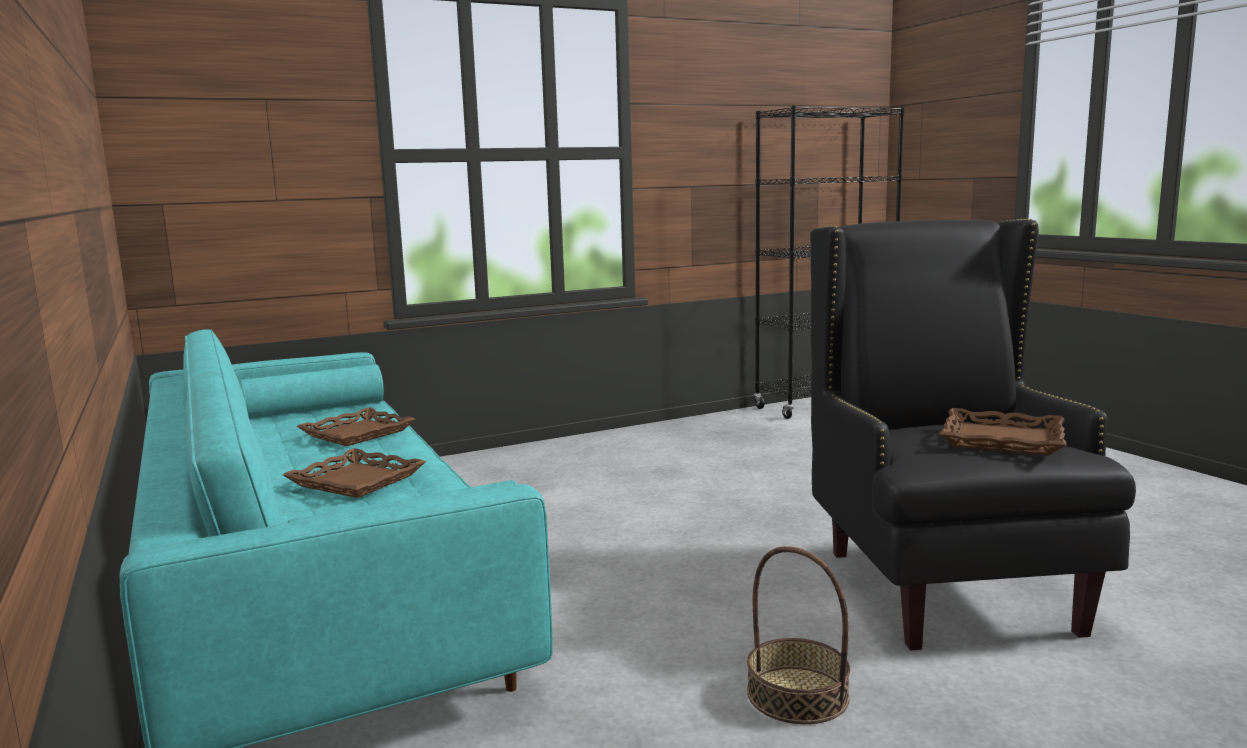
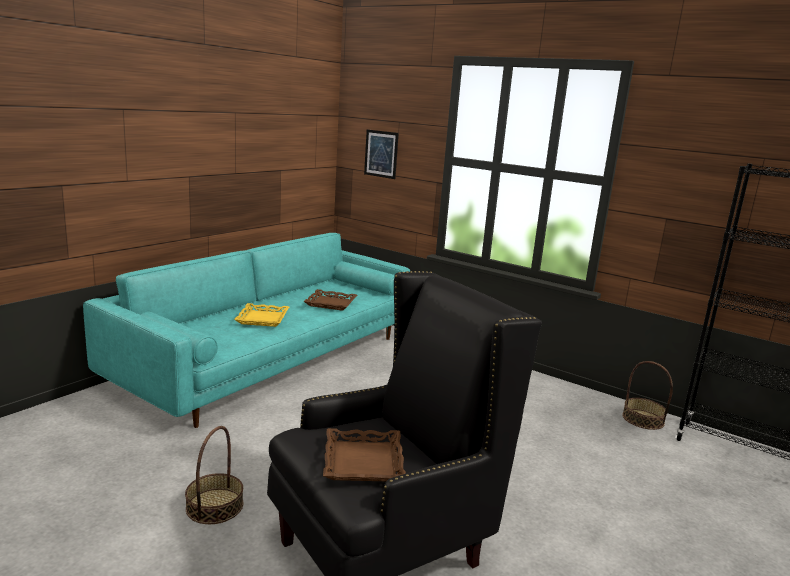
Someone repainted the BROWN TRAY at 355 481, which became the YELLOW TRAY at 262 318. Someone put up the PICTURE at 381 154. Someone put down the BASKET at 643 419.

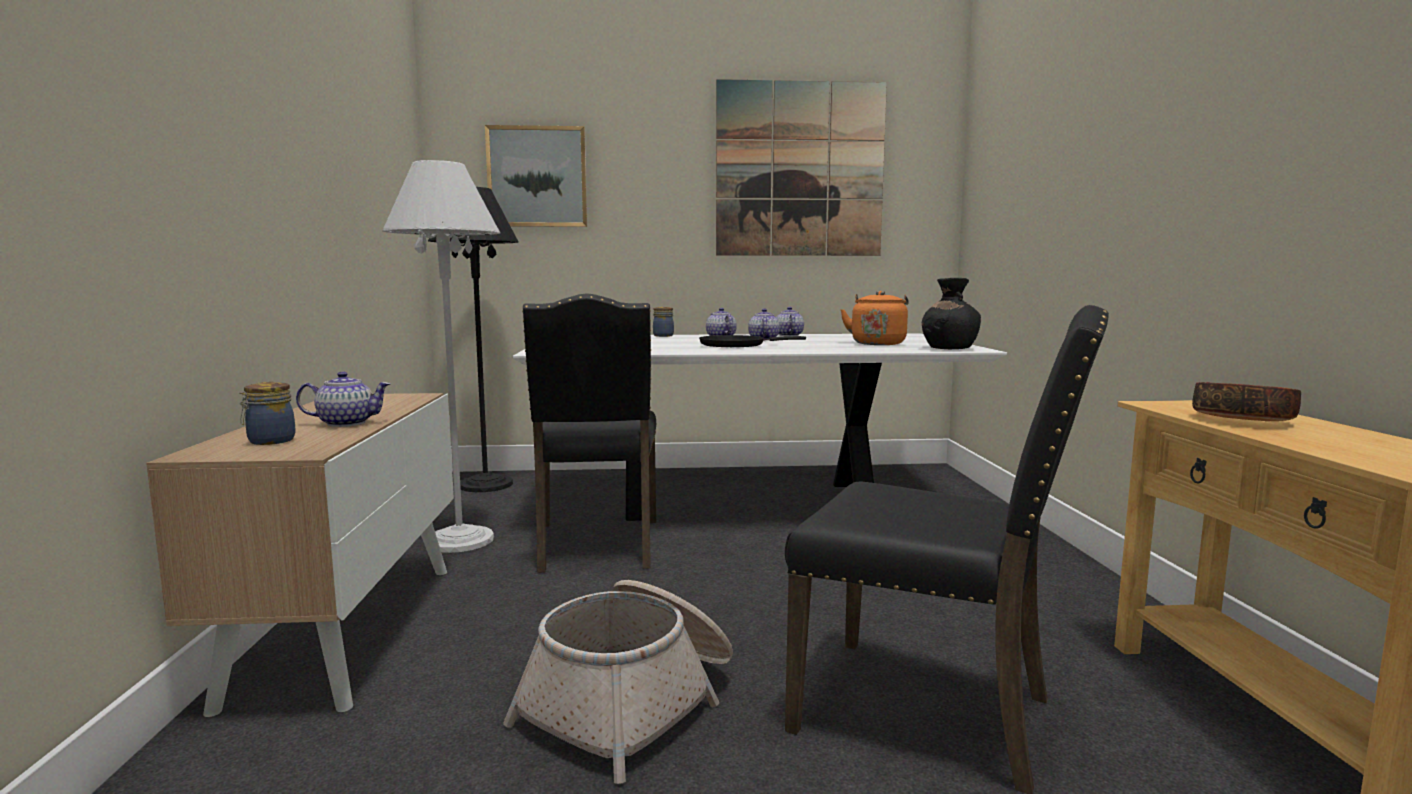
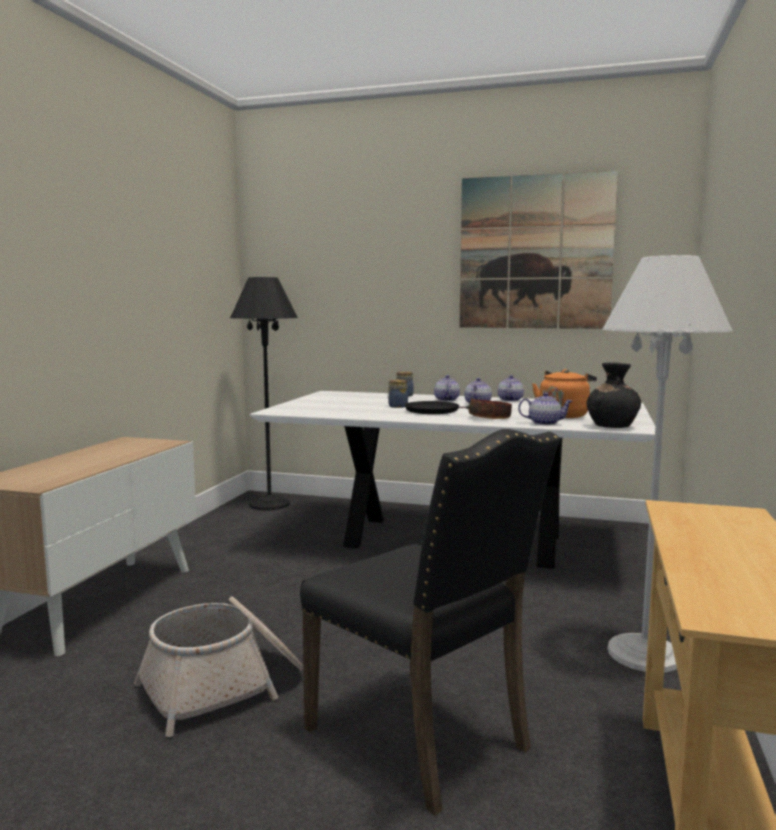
Someone took away the PICTURE at 537 177. Someone carried the WHITE FLOOR LAMP from 460 540 to 644 654. Someone took away the BLACK CHAIR at 597 546. Someone carried the TEAPOT from 346 423 to 544 423. Someone carried the JAR from 269 441 to 397 406. Someone carried the BOWL from 1243 420 to 490 418.

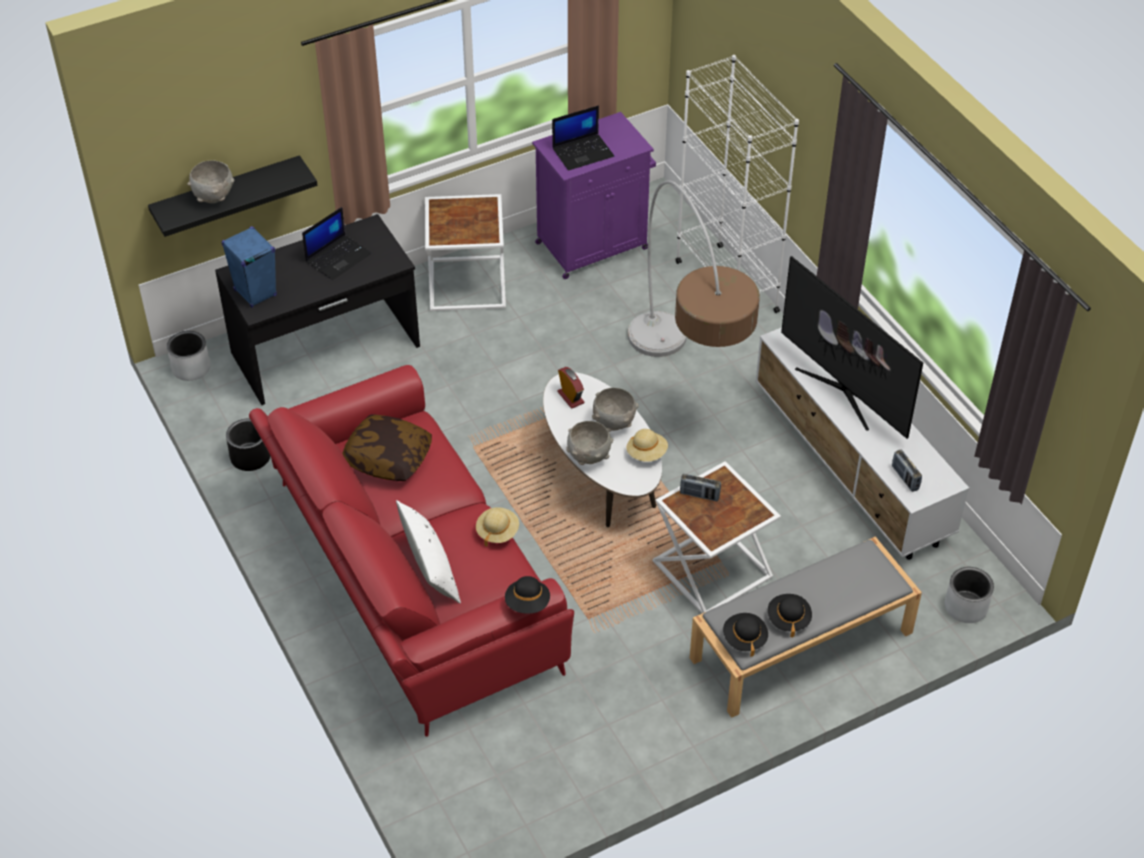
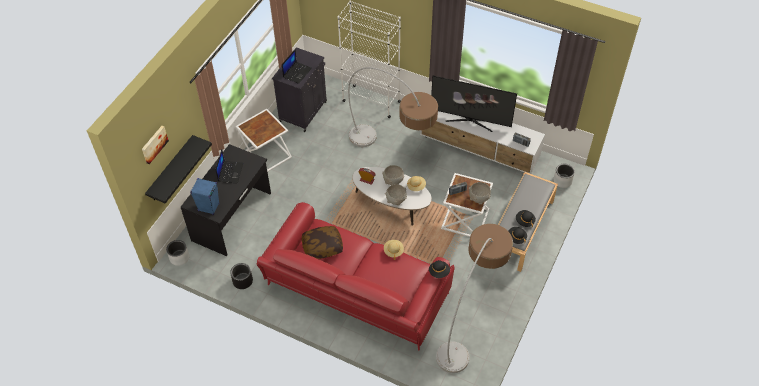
Someone repainted the PURPLE CABINET at 594 245, which became the BLACK CABINET at 303 111. Someone carried the GREY BOWL from 214 197 to 478 199. Someone took away the WHITE PILLOW at 429 566. Someone put up the PICTURE at 154 144. Someone put down the FLOOR LAMP at 470 321.

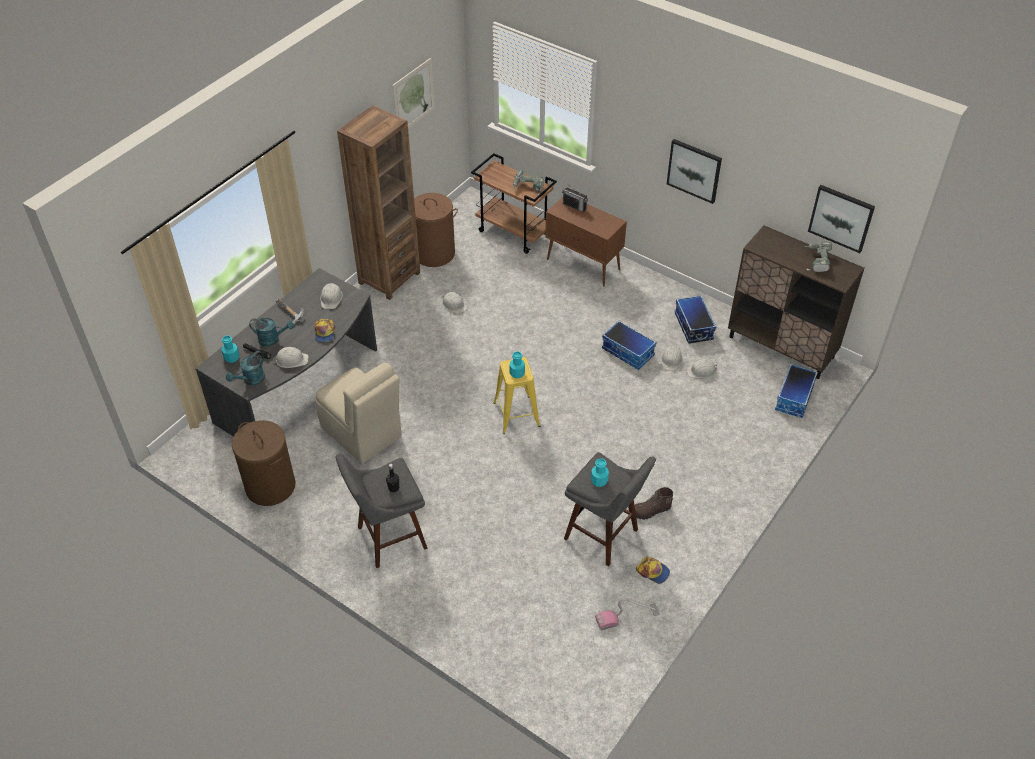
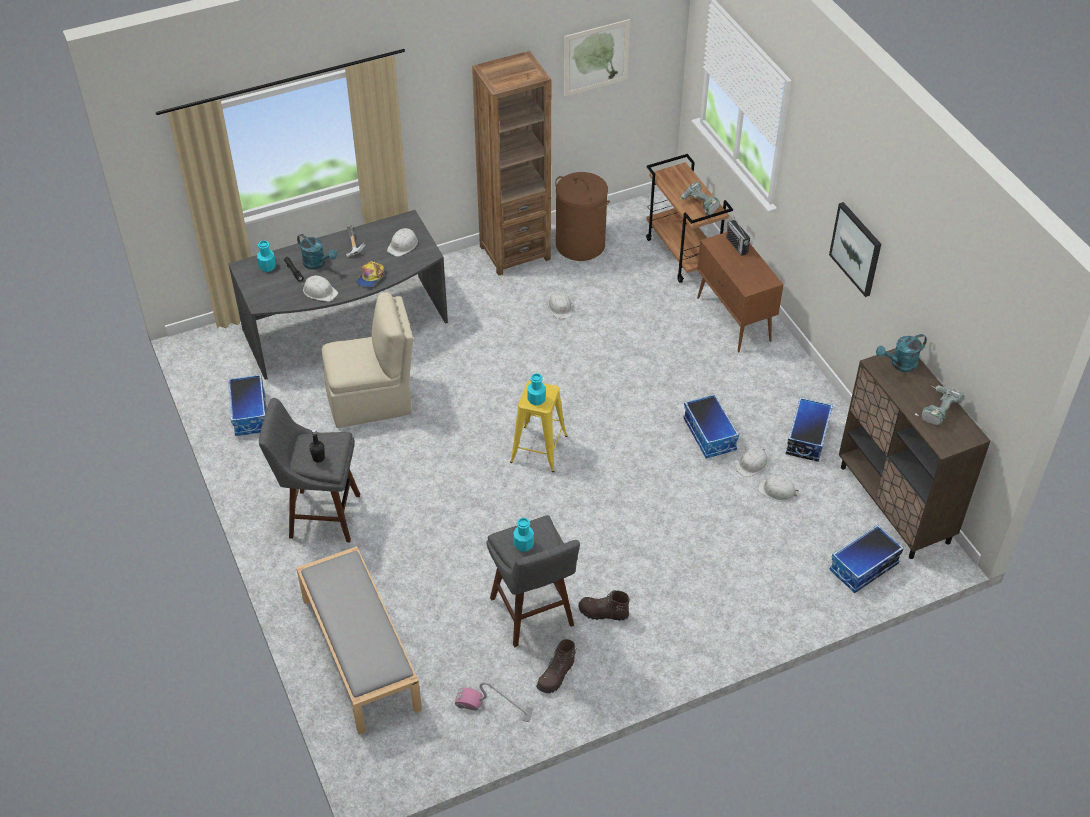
Someone took away the PICTURE at 841 218. Someone carried the TURQUOISE WATERING CAN from 251 380 to 899 365. Someone rotated the BEIGE CHAIR at 362 433 by 90 degrees counterclockwise. Someone swapped the BROWN LAUNDRY BASKET at 270 486 for the STORAGE BOX at 250 414. Someone swapped the CAP at 653 571 for the BROWN BOOT at 556 675. Someone put down the GREY BENCH at 359 652.

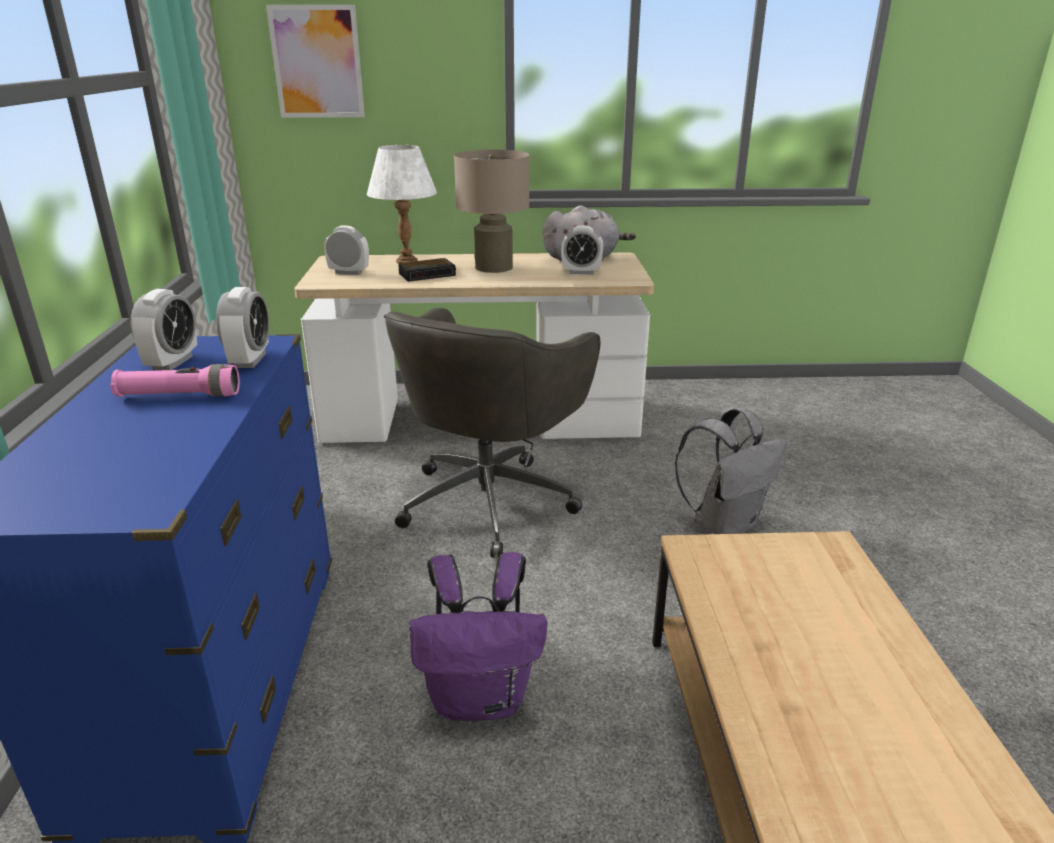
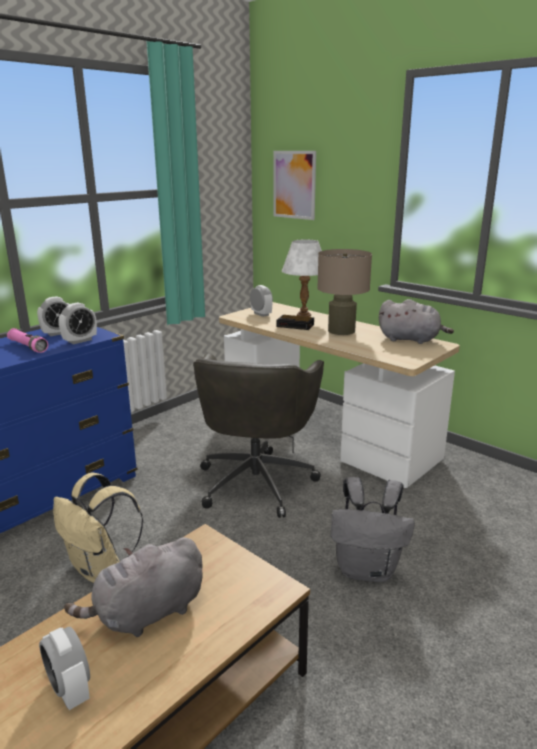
Someone carried the ALARM CLOCK from 581 272 to 70 690. Someone rotated the GREY OFFICE CHAIR at 490 500 by 60 degrees counterclockwise. Someone repainted the PURPLE BACKPACK at 481 698, which became the BEIGE BACKPACK at 100 568. Someone put down the GREY PLUSH TOY at 146 613.

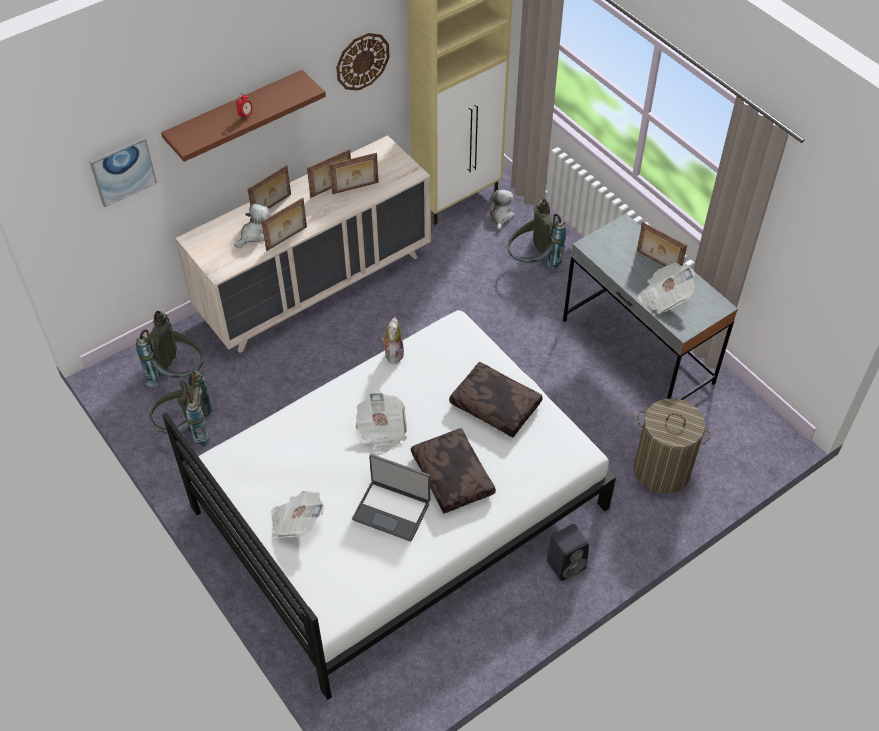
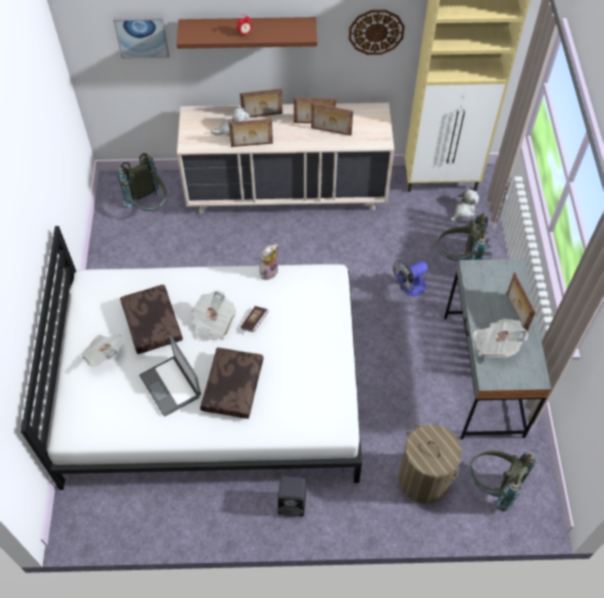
Someone carried the BROWN PILLOW from 494 406 to 151 323. Someone carried the GREY BACKPACK from 186 431 to 493 485. Someone put down the FAN at 409 288. Someone put down the BOOK at 254 322.

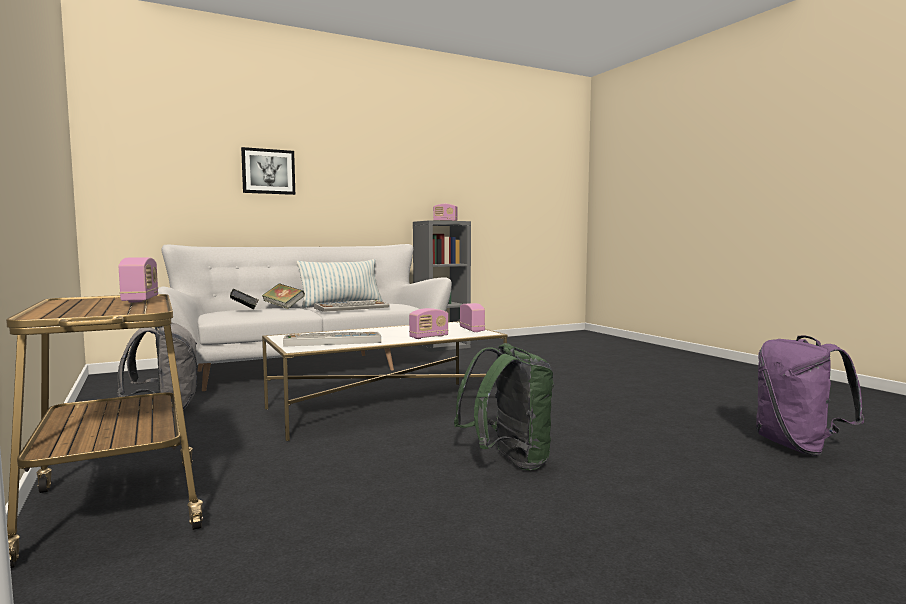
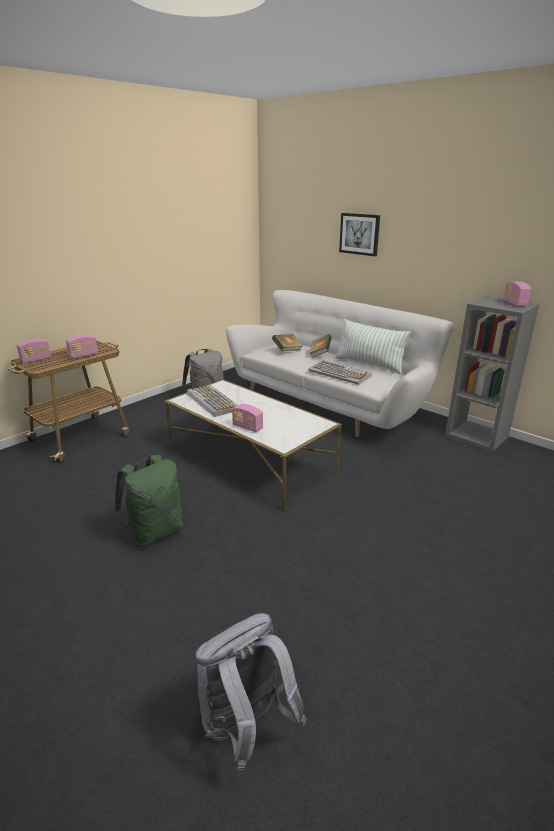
Someone carried the RADIO from 472 330 to 36 360. Someone repainted the PURPLE BACKPACK at 798 447, which became the GREY BACKPACK at 246 728.

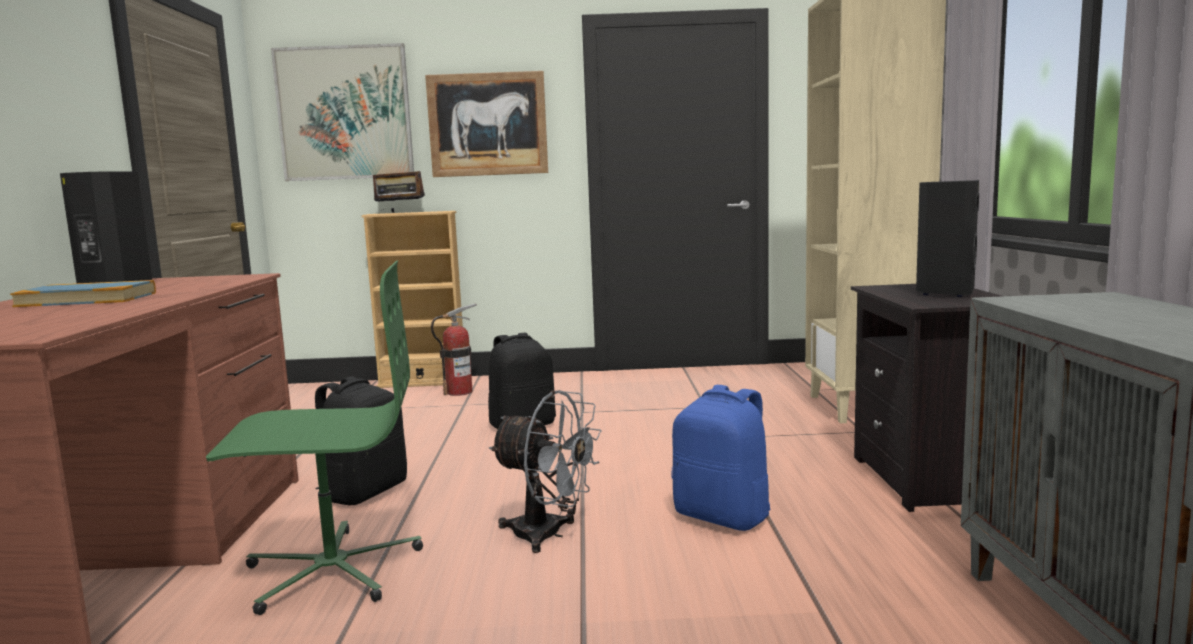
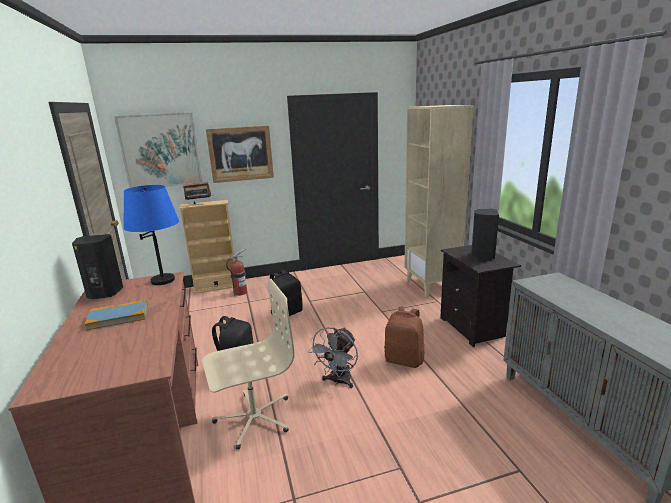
Someone repainted the GREEN OFFICE CHAIR at 331 570, which became the BEIGE OFFICE CHAIR at 254 418. Someone repainted the BLUE BACKPACK at 723 517, which became the BROWN BACKPACK at 404 360. Someone rotated the GREY FAN at 549 535 by 105 degrees clockwise. Someone put down the BLUE TABLE LAMP at 163 280.

